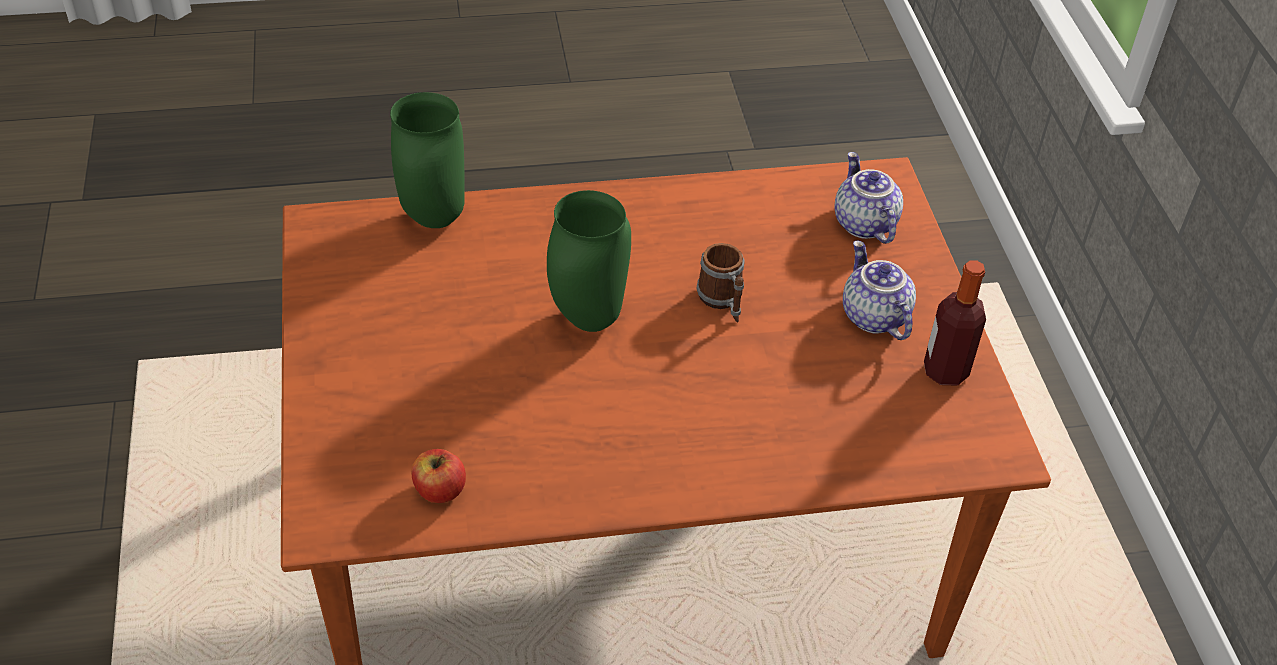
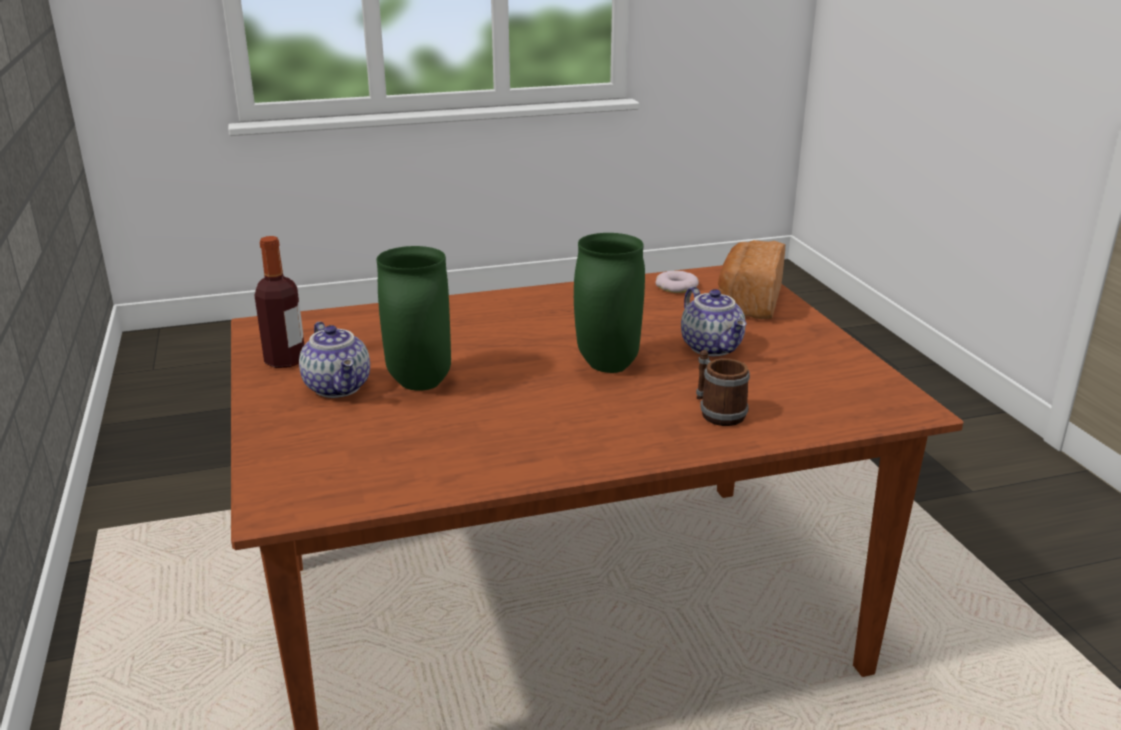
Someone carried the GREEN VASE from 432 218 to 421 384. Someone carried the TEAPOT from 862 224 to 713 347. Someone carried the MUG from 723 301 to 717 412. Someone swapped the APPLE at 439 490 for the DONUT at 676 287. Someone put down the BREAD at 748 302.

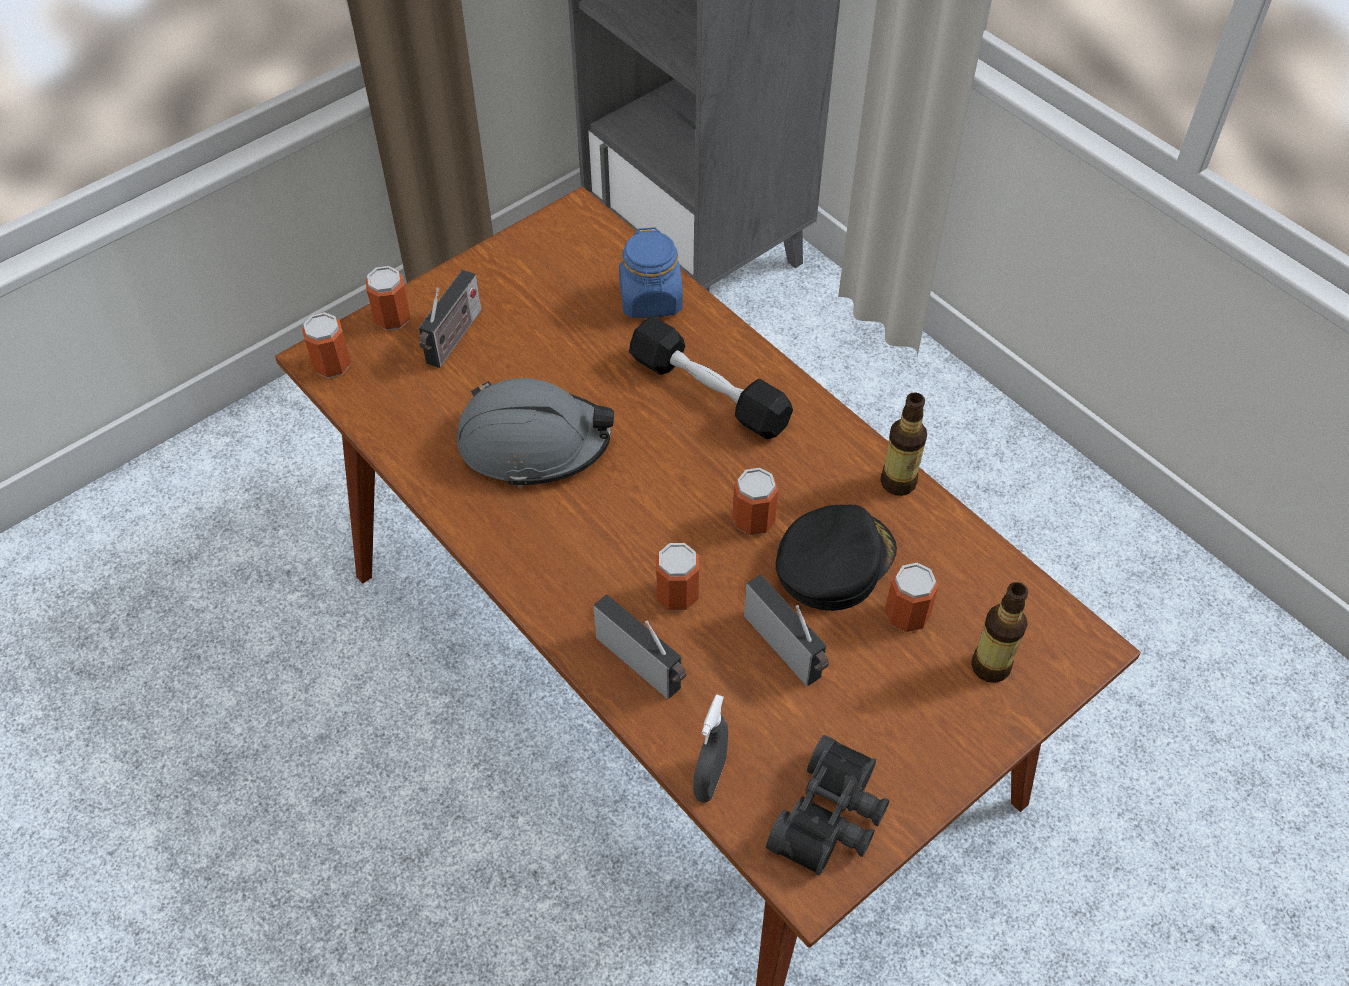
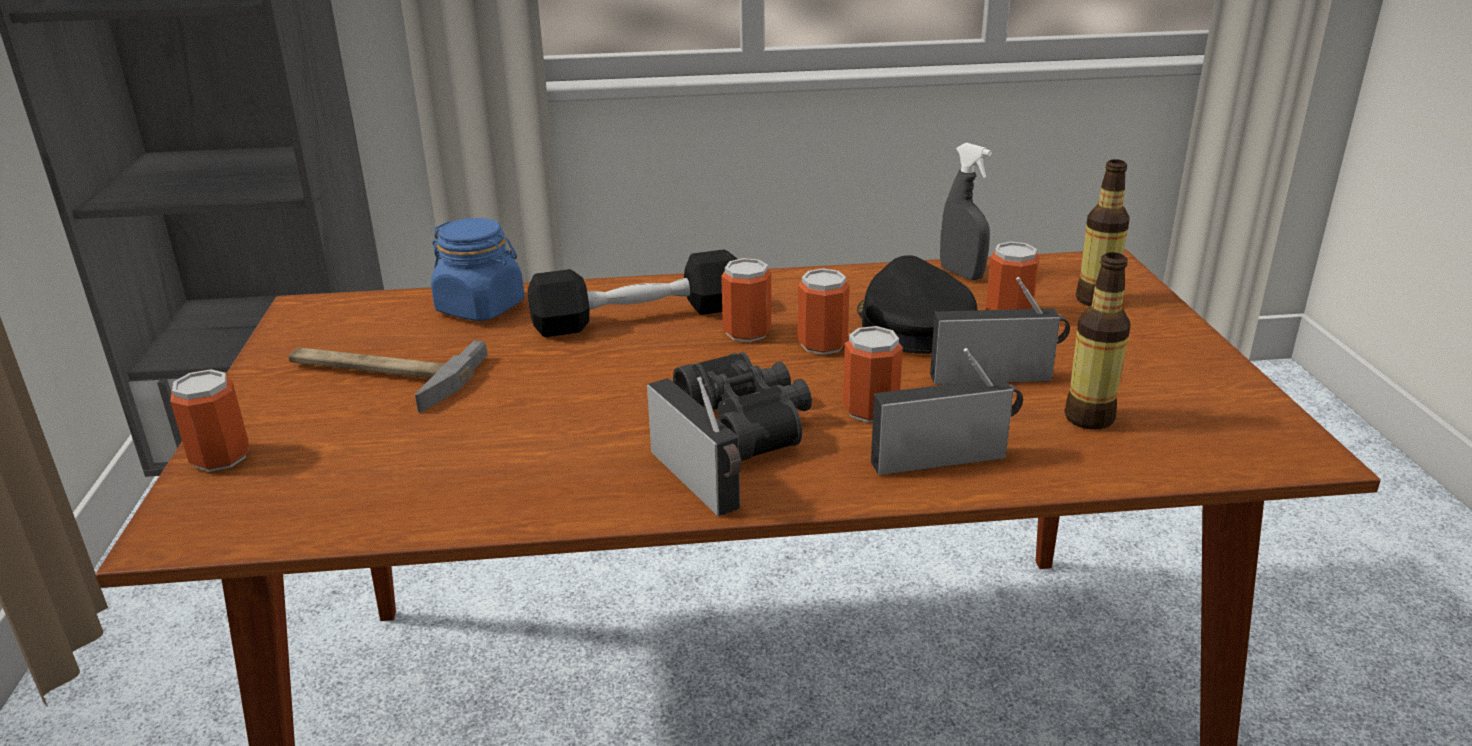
Someone carried the RADIO from 453 340 to 699 482. Someone carried the CAN from 332 365 to 747 332. Someone took away the GREY HARD HAT at 534 443. Someone carried the BOTTLE from 898 482 to 1089 418. Someone carried the GREY SPRAY BOTTLE from 710 779 to 961 274. Someone carried the BLACK BINOCULARS from 833 818 to 749 421. Someone put down the HAMMER at 377 374.

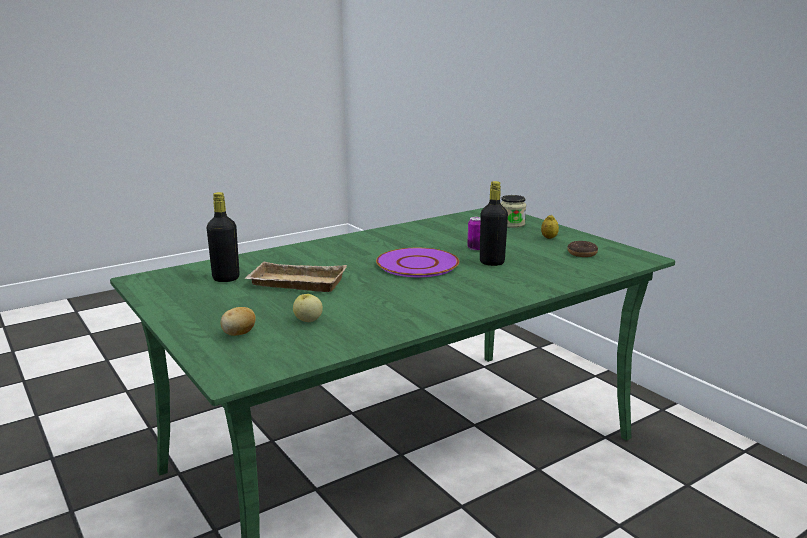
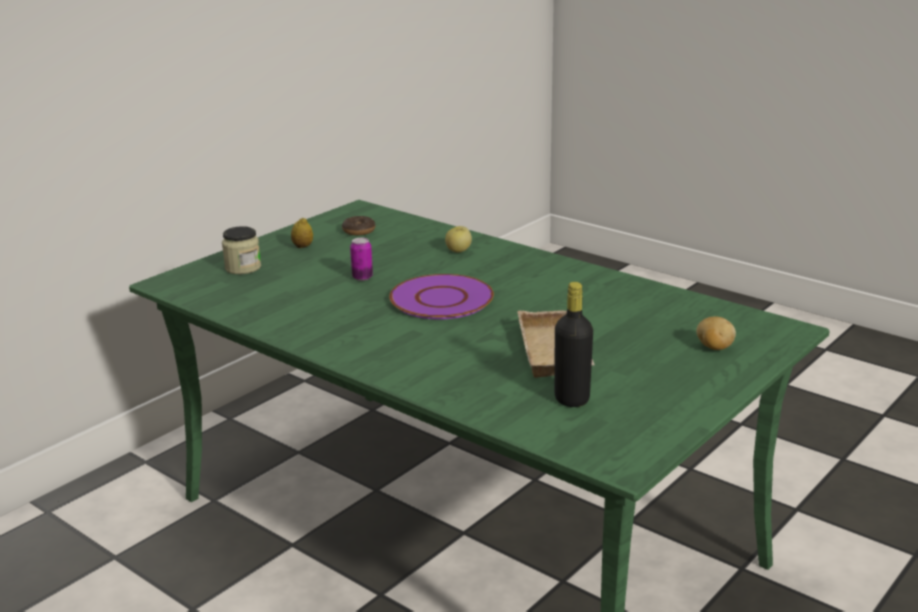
Someone took away the BLACK BOTTLE at 492 262. Someone carried the APPLE from 308 320 to 459 251.

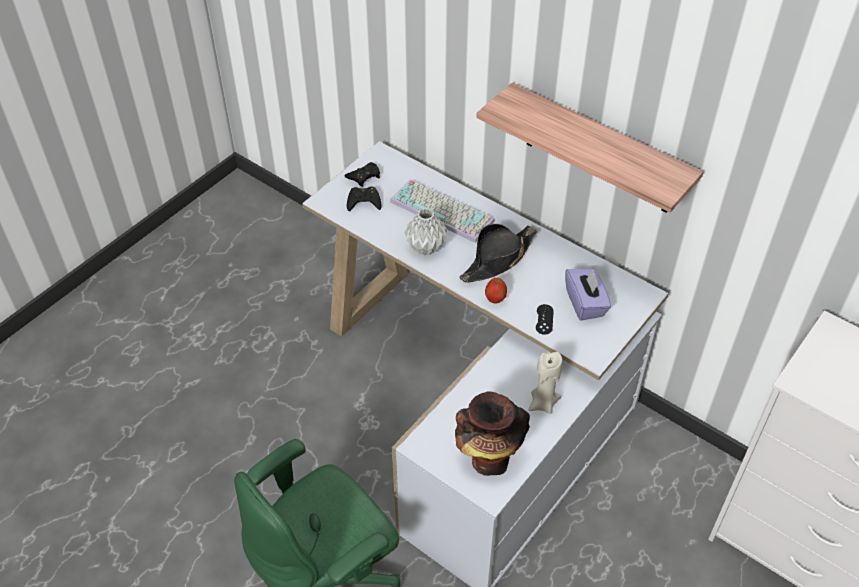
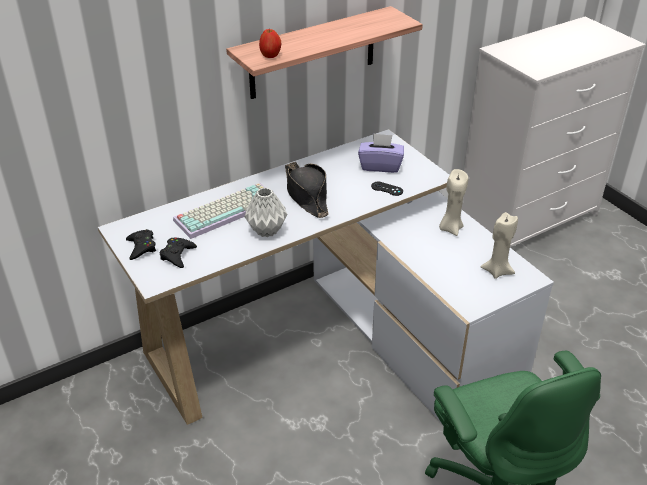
Someone carried the APPLE from 495 299 to 270 55. Someone swapped the VASE at 488 459 for the BEIGE CANDLE at 497 271.

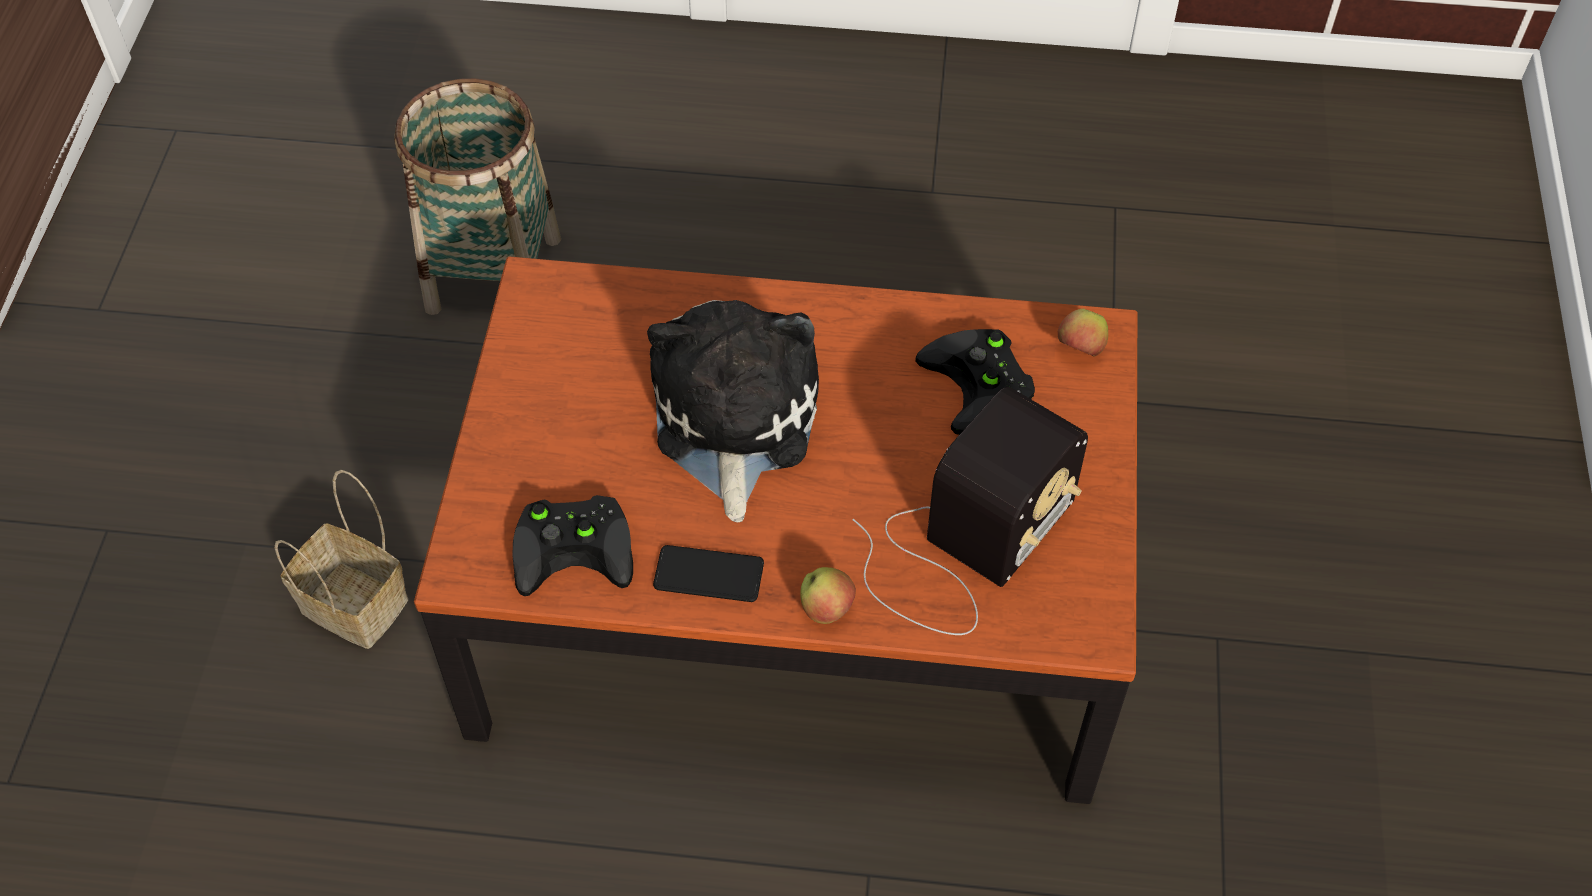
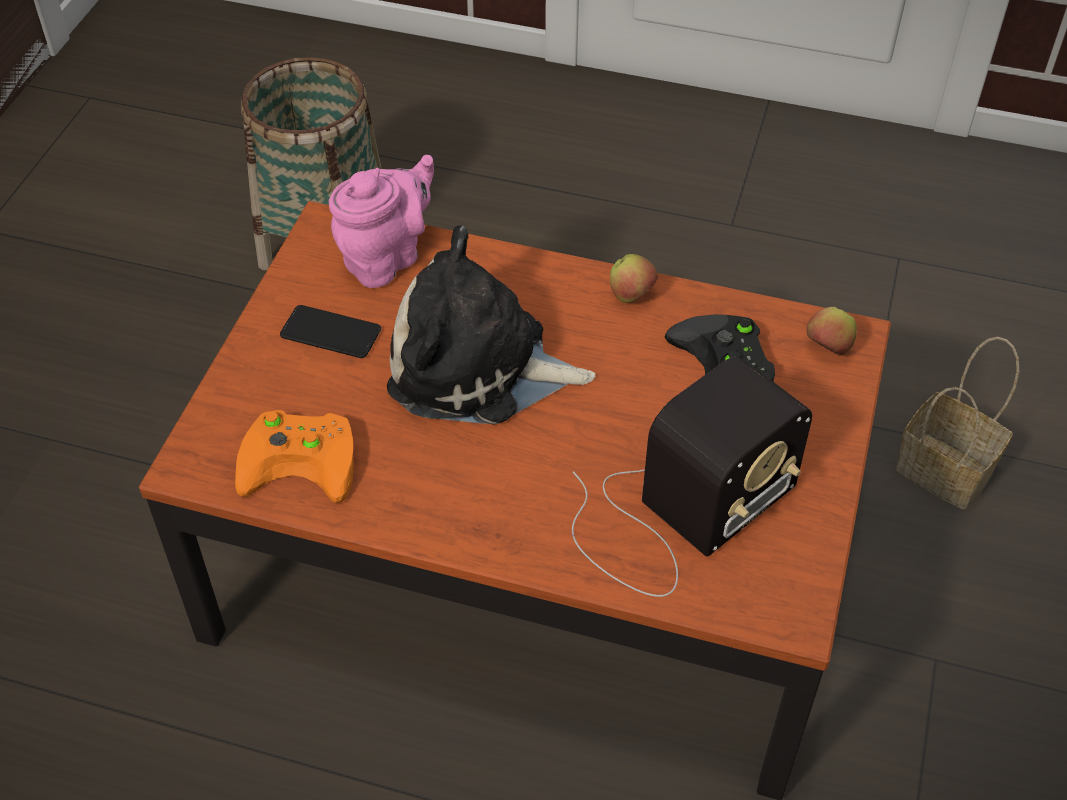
Someone rotated the PLUSH TOY at 732 421 by 90 degrees counterclockwise. Someone carried the BASKET from 358 605 to 947 471. Someone repainted the BLACK GAME CONTROLLER at 577 546, which became the ORANGE GAME CONTROLLER at 304 459. Someone carried the PHONE from 708 575 to 331 333. Someone carried the APPLE from 826 609 to 631 295. Someone put down the PINK TEAPOT at 386 258.

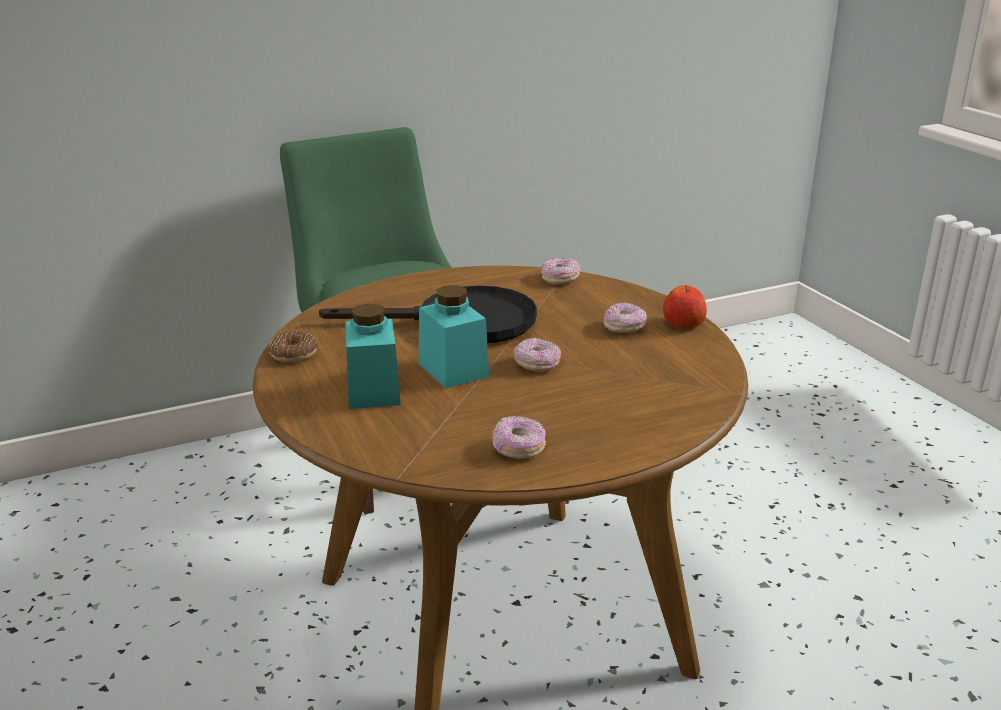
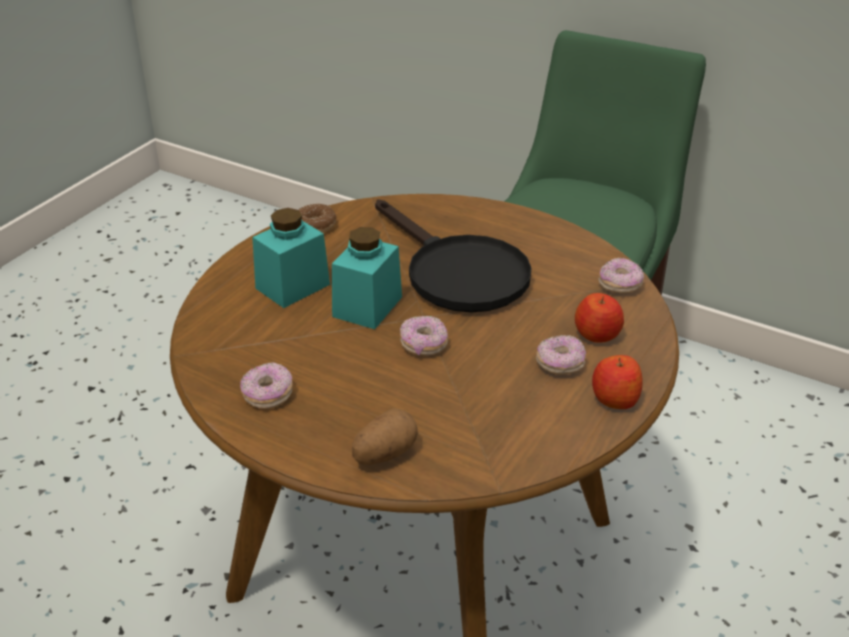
Someone put down the APPLE at 597 334. Someone put down the POTATO at 384 453.

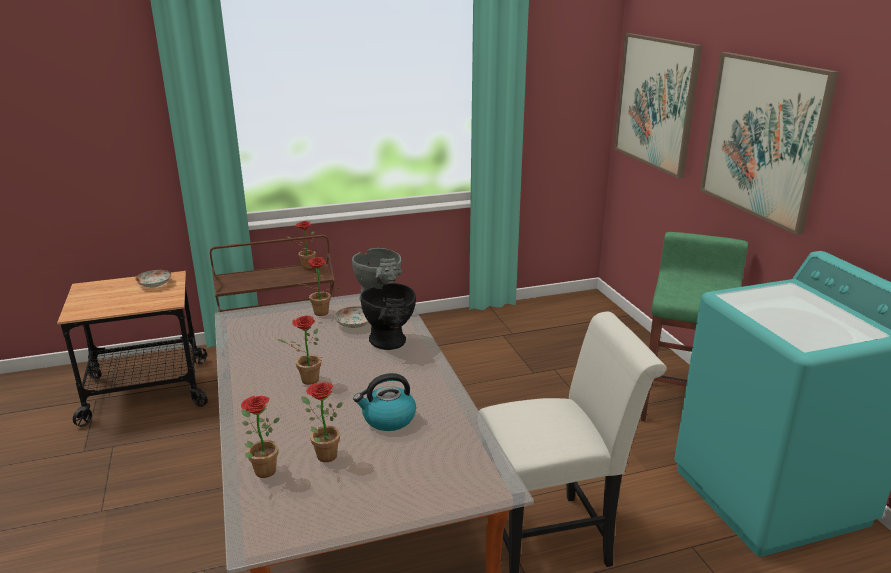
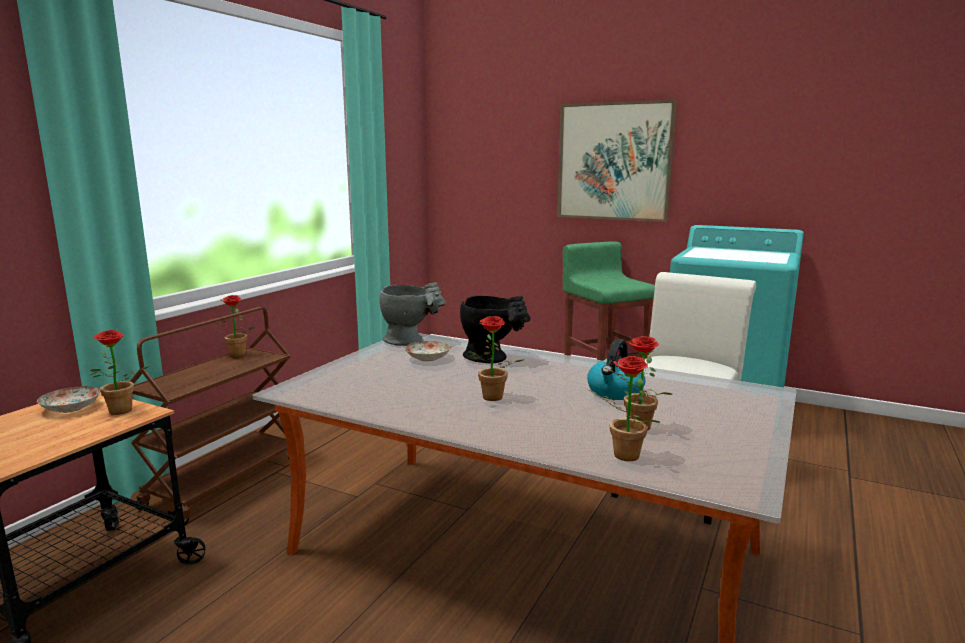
Someone took away the PICTURE at 655 102. Someone carried the POTTED PLANT from 319 314 to 120 412.

